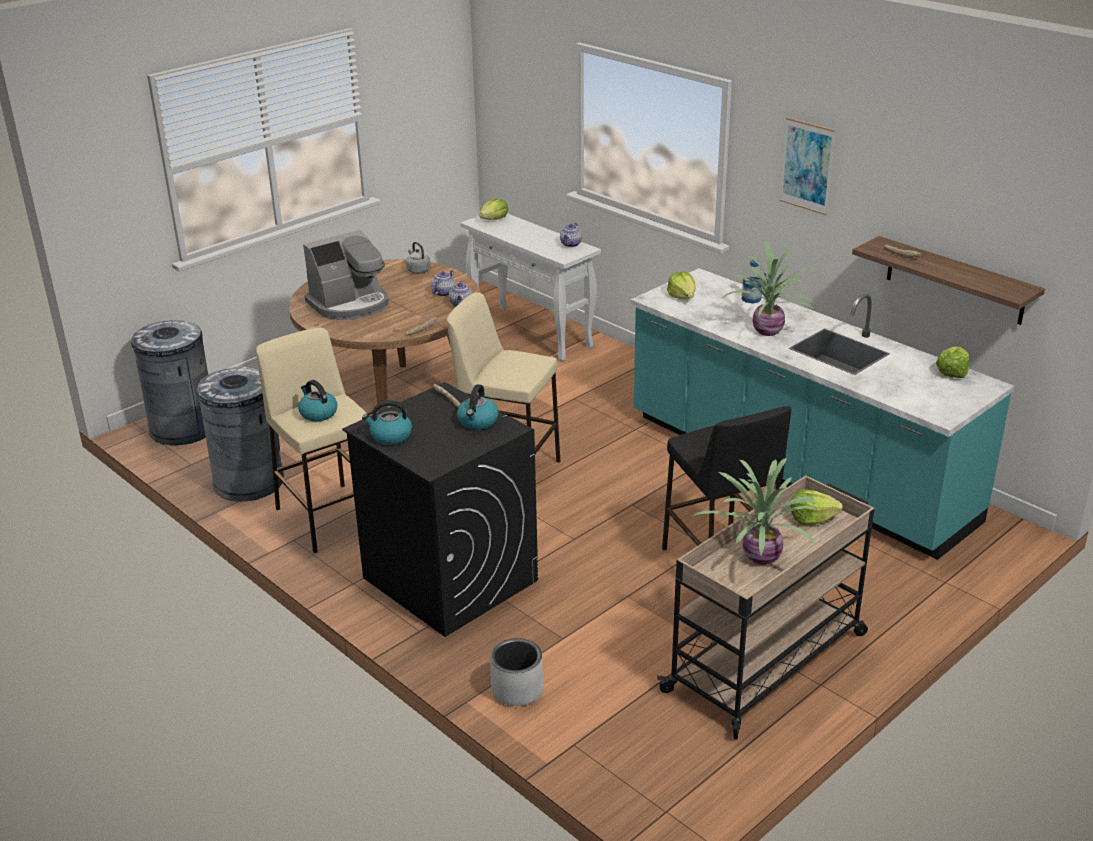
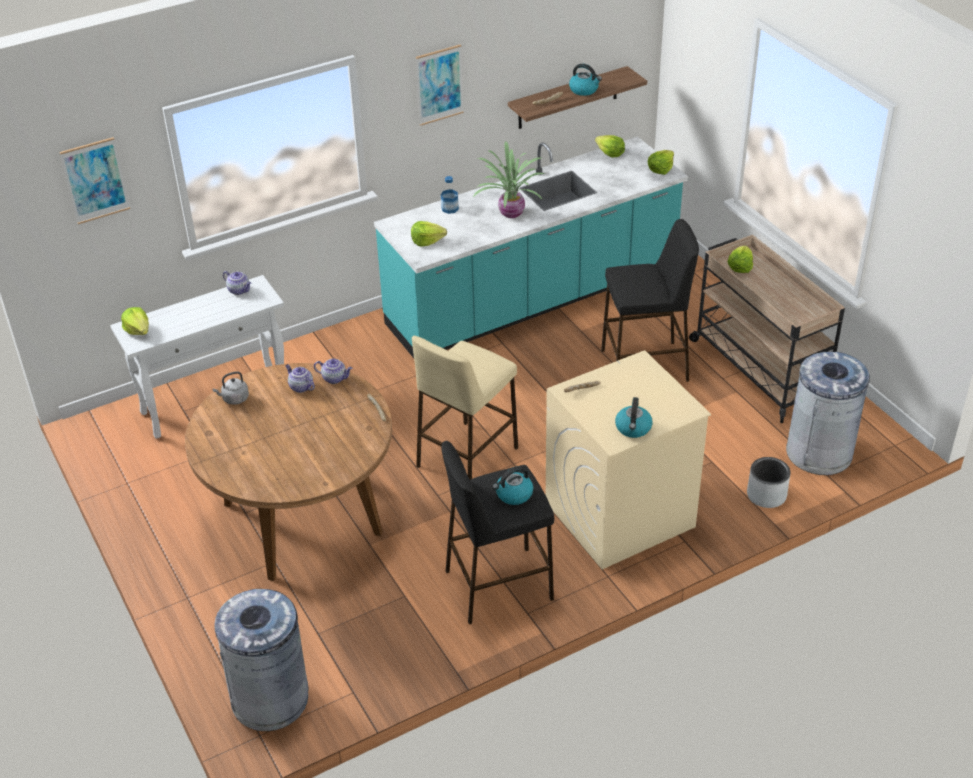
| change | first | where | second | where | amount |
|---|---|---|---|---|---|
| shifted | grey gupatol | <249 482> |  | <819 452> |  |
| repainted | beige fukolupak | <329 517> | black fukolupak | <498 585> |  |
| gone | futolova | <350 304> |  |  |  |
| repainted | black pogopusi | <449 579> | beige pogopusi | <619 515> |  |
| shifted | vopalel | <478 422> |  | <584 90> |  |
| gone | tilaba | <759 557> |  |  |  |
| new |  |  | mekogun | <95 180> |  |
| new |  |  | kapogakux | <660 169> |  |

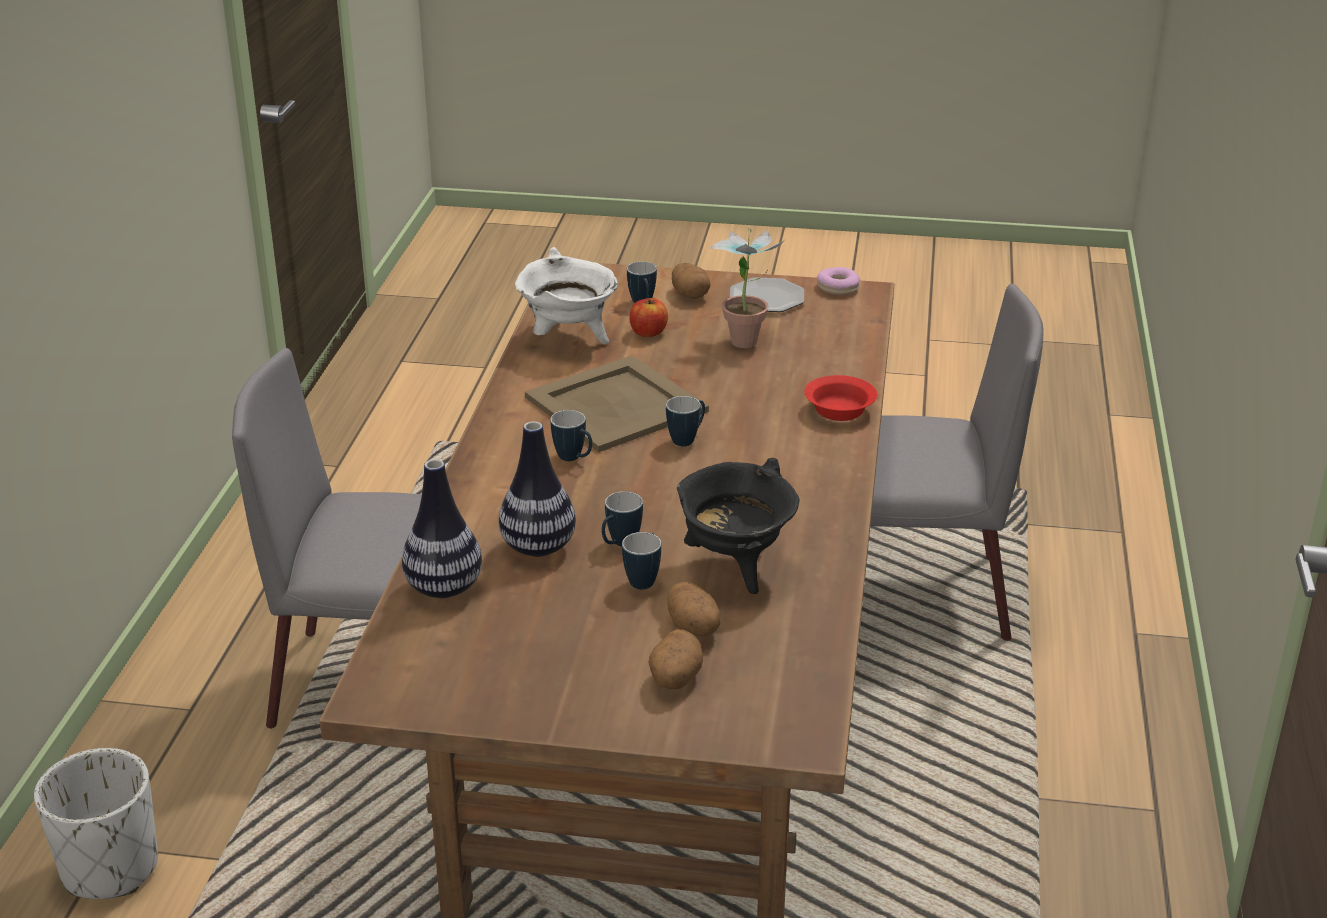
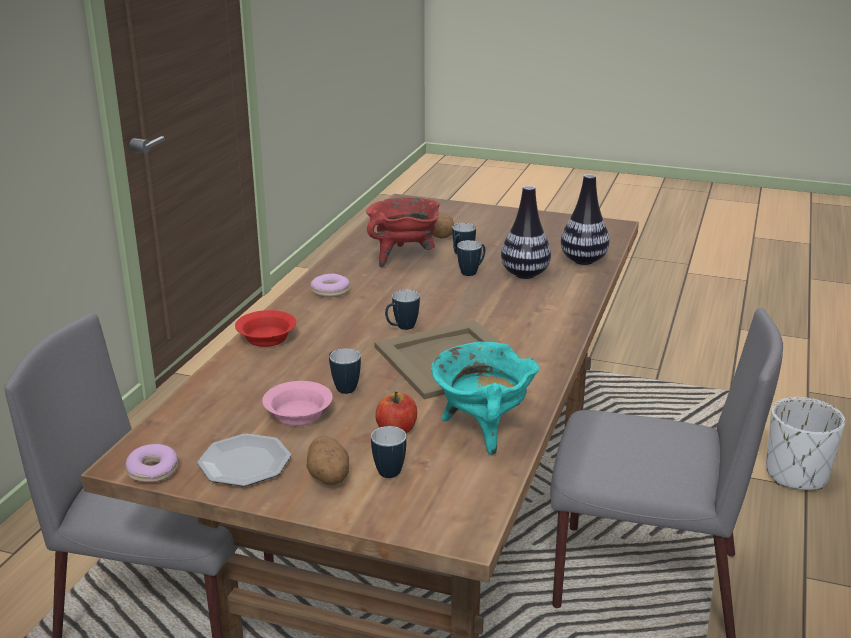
| change | first | where | second | where | amount |
|---|---|---|---|---|---|
| repainted | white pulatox | <569 339> | turquoise pulatox | <482 430> |  |
| shifted | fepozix | <574 459> |  | <342 387> |  |
| gone | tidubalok | <674 679> |  |  |  |
| repainted | black pulatox | <735 567> | red pulatox | <404 257> |  |
| swapped | tilaba | <745 337> | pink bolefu | <300 415> |  |
| new |  |  | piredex | <330 291> |  |

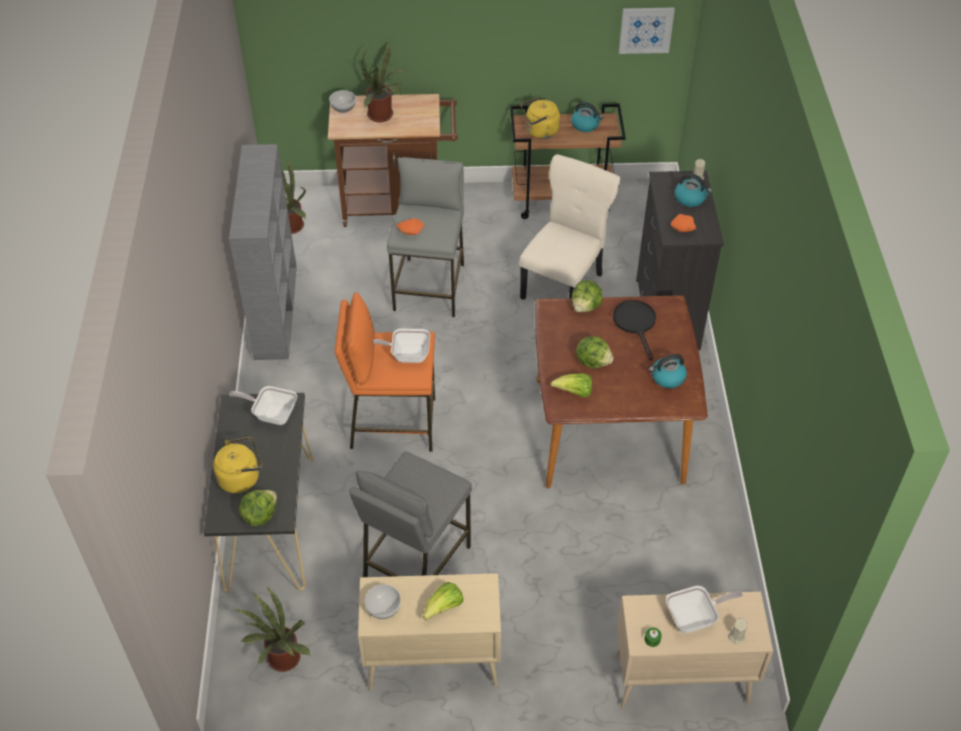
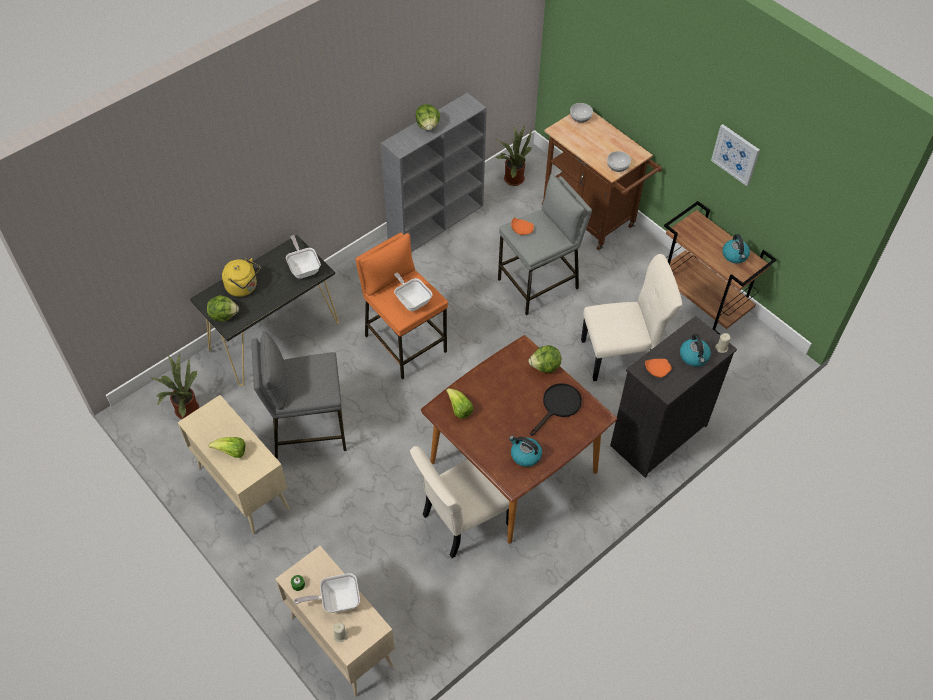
| change | first | where | second | where | amount |
|---|---|---|---|---|---|
| gone | tilaba | <383 116> |  |  |  |
| shifted | bolefu | <384 608> |  | <618 167> |  |
| gone | yellow vopalel | <540 132> |  |  |  |
| shifted | kapogakux | <593 361> |  | <428 126> |  |
| shifted | mekogun | <646 29> |  | <736 154> |  |
| rotated | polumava | <695 618> |  | <336 600> | 135 degrees clockwise |
| new |  |  | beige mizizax | <463 521> |  |

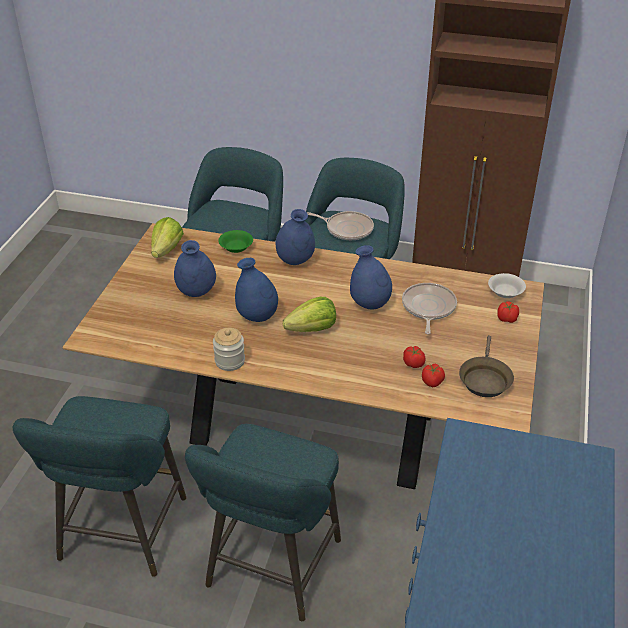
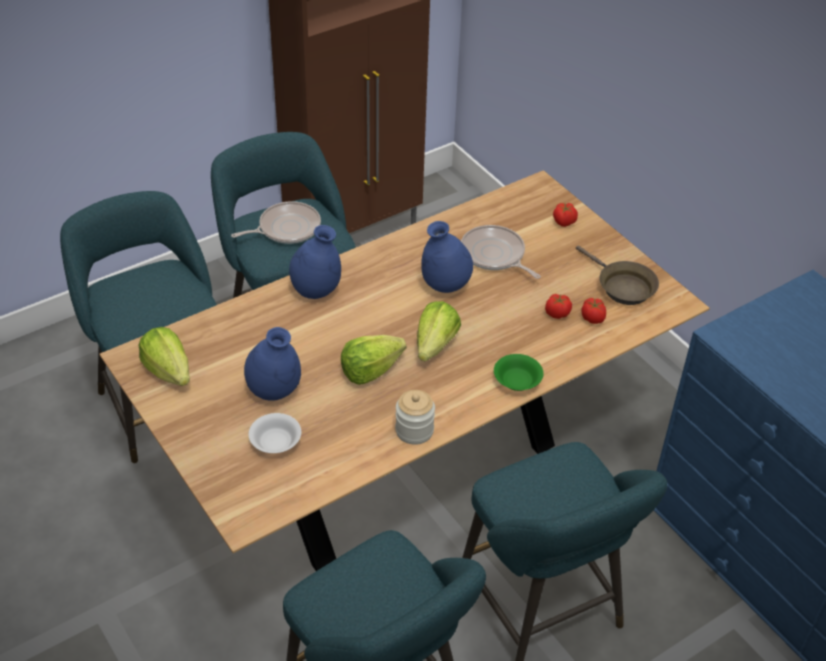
| change | first | where | second | where | amount |
|---|---|---|---|---|---|
| shifted | green bolefu | <235 247> |  | <516 381> |  |
| swapped | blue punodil | <257 316> | kapogakux | <370 370> |  |
| shifted | white bolefu | <505 293> |  | <276 442> |  |

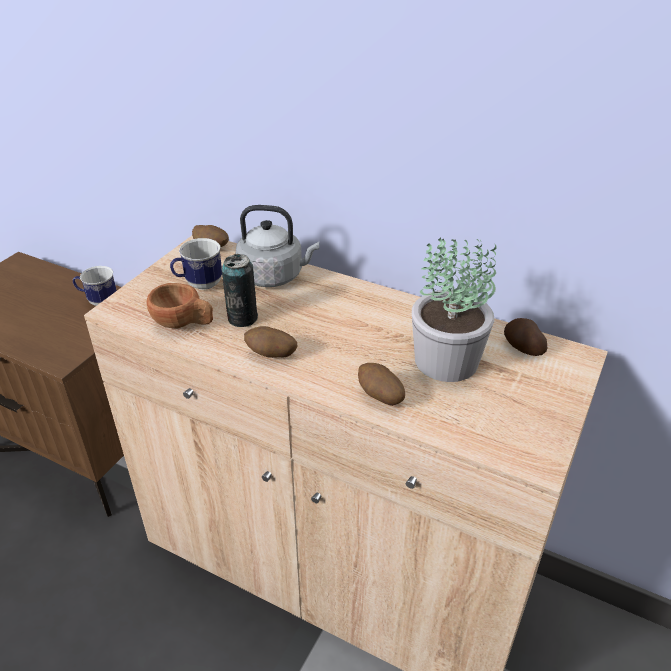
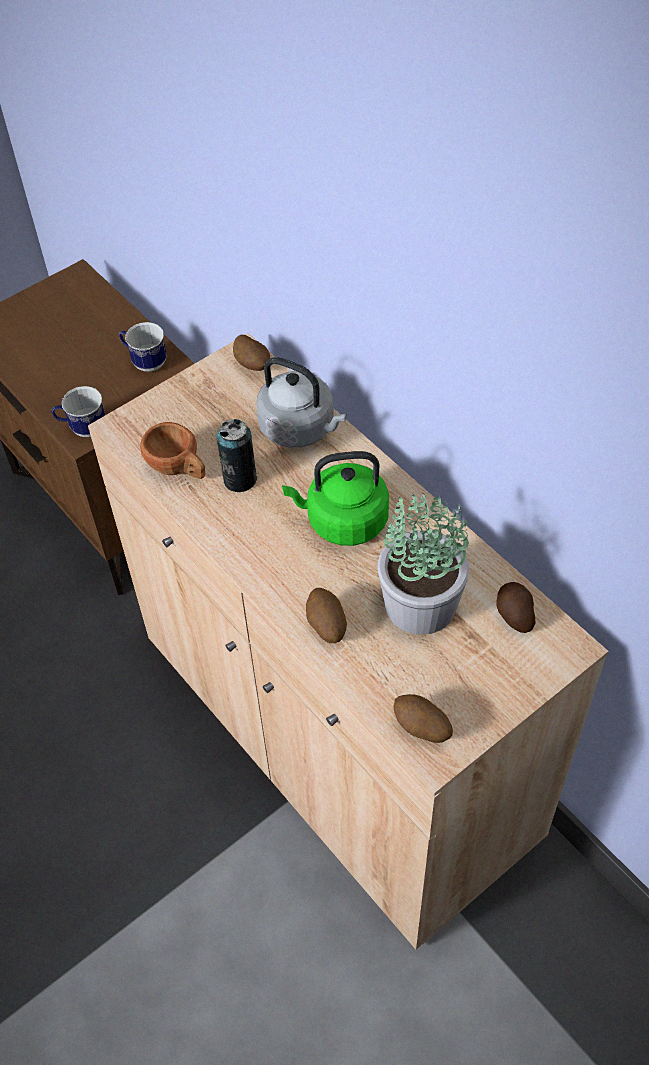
| change | first | where | second | where | amount |
|---|---|---|---|---|---|
| shifted | fepozix | <199 285> |  | <83 429> |  |
| shifted | tidubalok | <271 355> |  | <421 728> |  |
| new |  |  | green vopalel | <343 521> |  |

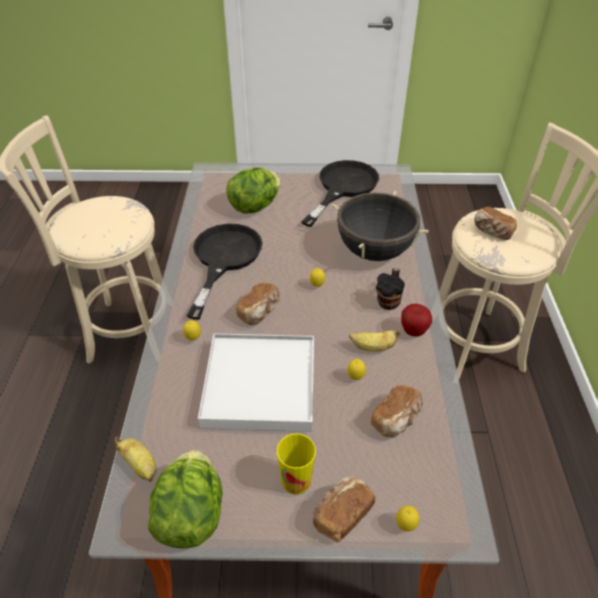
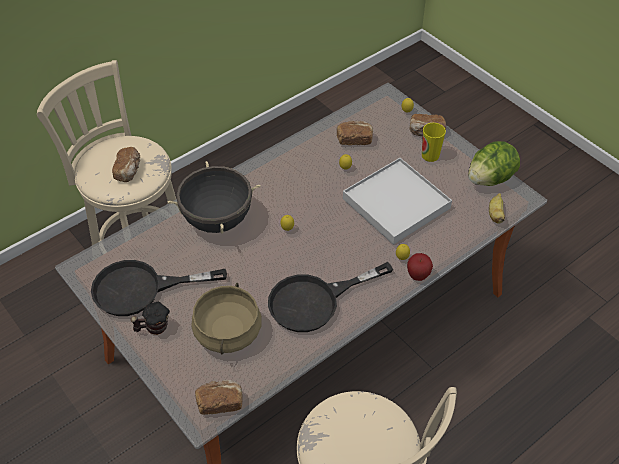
| change | first | where | second | where | amount |
|---|---|---|---|---|---|
| swapped | kapogakux | <254 206> | beige pulatox | <228 332> |  |
| shifted | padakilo | <260 312> |  | <220 402> |  |
| gone | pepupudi | <373 347> |  |  |  |
| shifted | fepozix | <389 300> |  | <153 328> |  |
| shifted | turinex | <413 331> |  | <418 276> |  |

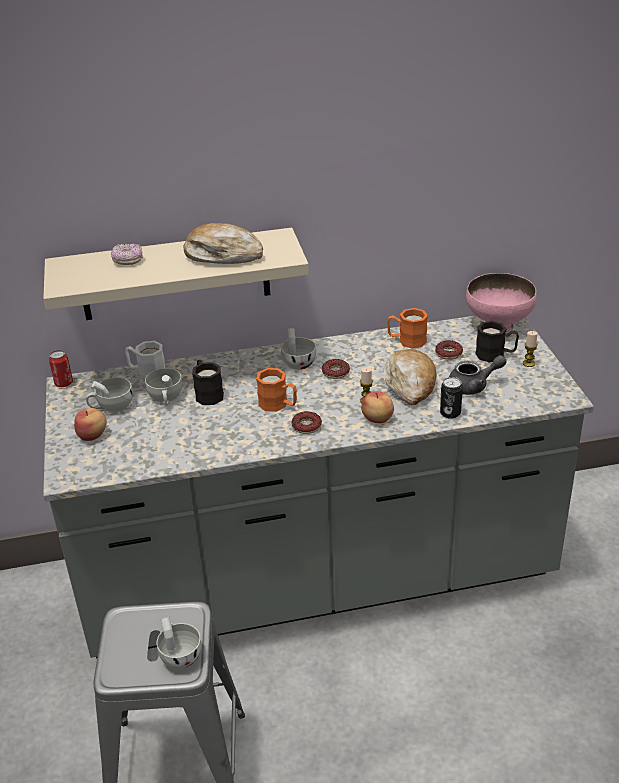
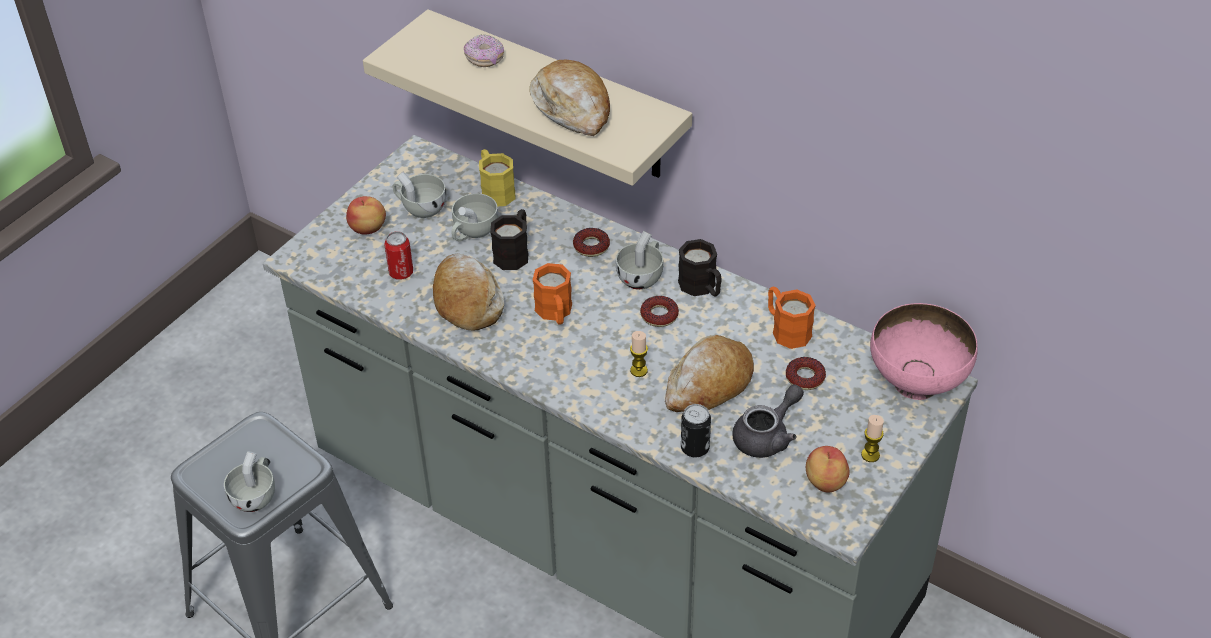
| change | first | where | second | where | amount |
|---|---|---|---|---|---|
| shifted | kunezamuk | <64 383> |  | <401 273> |  |
| repainted | white fepozix | <147 373> | yellow fepozix | <495 190> |  |
| shifted | piredex | <306 426> |  | <591 246> |  |
| shifted | turinex | <377 419> |  | <824 482> |  |
| rotated | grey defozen | <473 386> |  | <767 436> | 75 degrees counterclockwise |
| shifted | black fepozix | <496 355> |  | <702 288> |  |
| new |  |  | padakilo | <467 300> |  |

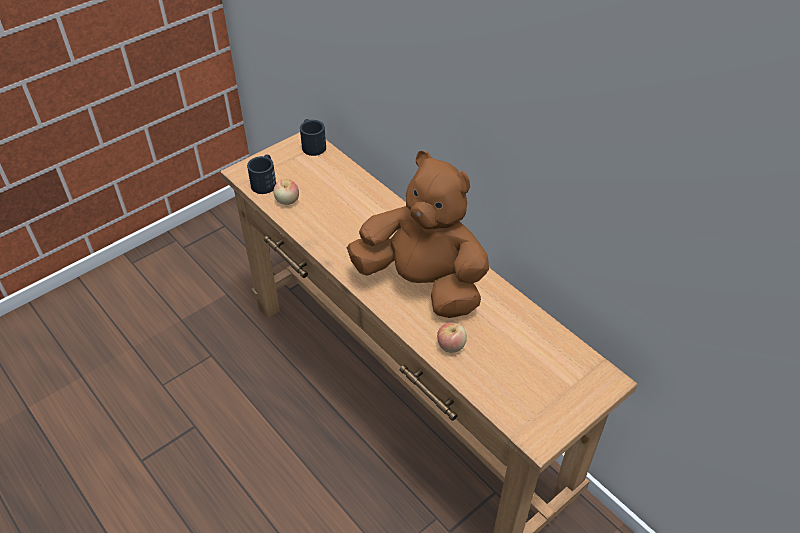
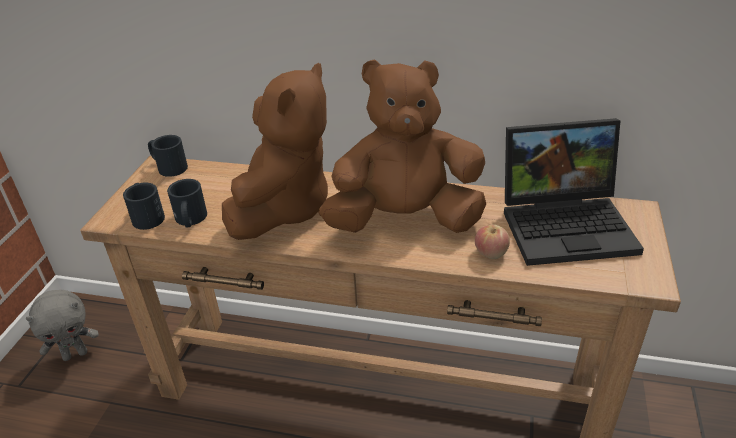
| change | first | where | second | where | amount |
|---|---|---|---|---|---|
| swapped | turinex | <287 201> | black fepozix | <190 220> |  |
| new |  |  | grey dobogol | <75 354> |  |
| new |  |  | brown dobogol | <284 209> |  |
| new |  |  | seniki | <568 224> |  |

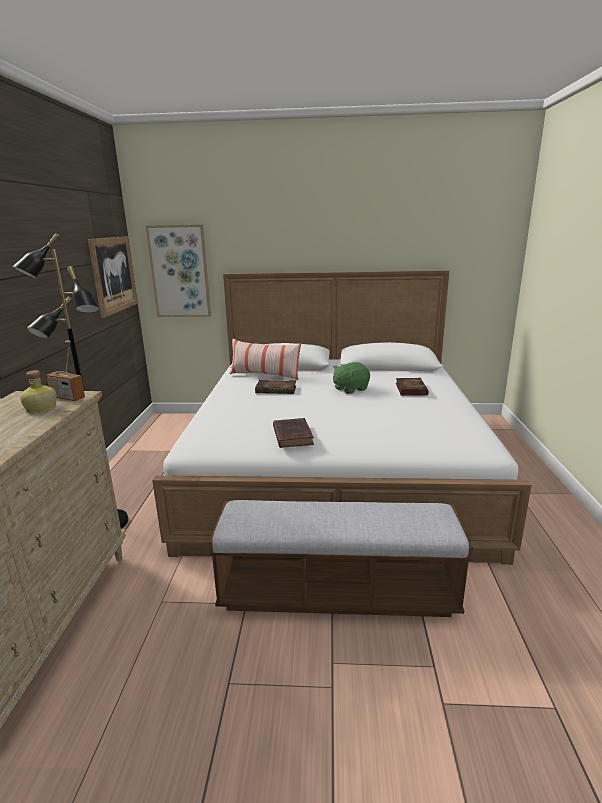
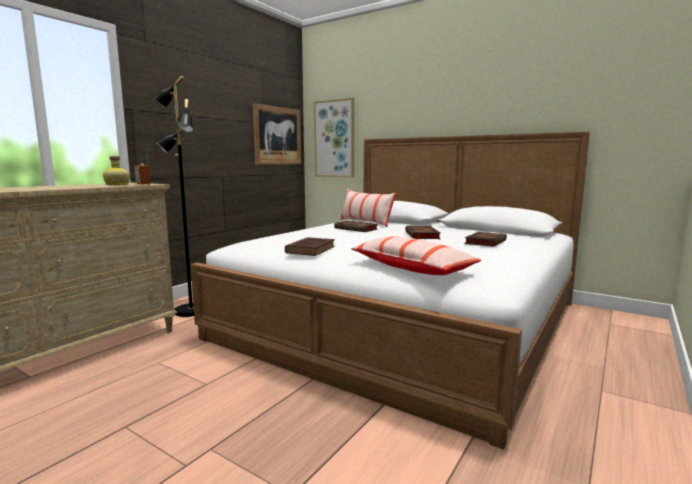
| change | first | where | second | where | amount |
|---|---|---|---|---|---|
| gone | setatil | <337 592> |  |  |  |
| swapped | green dobogol | <350 389> | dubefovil | <422 235> |  |
| new |  |  | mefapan | <412 268> |  |

